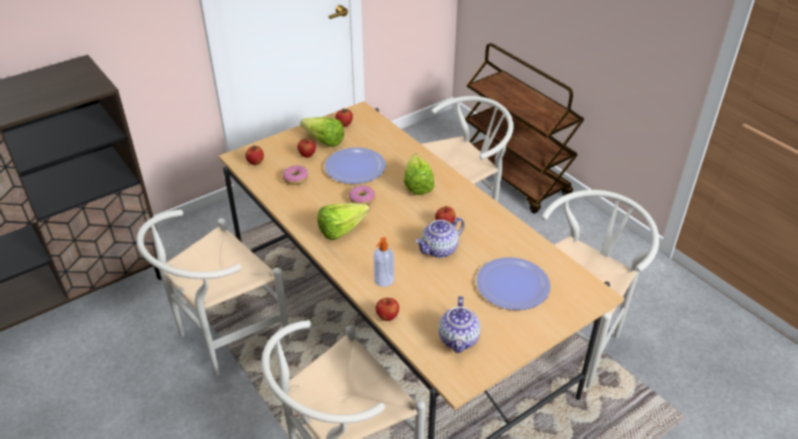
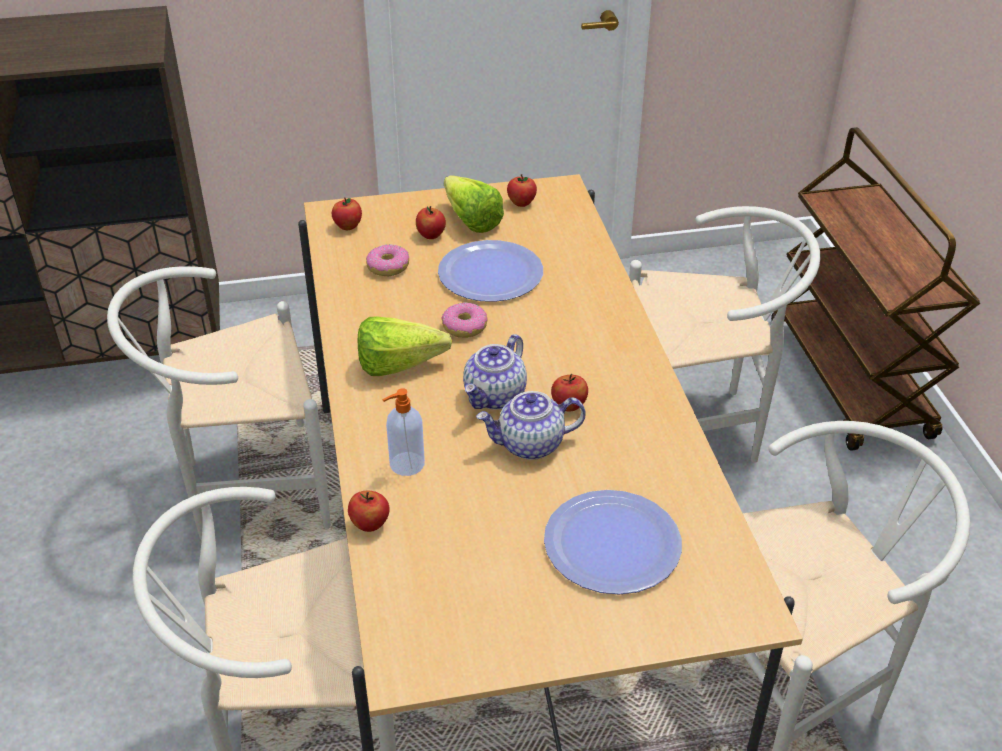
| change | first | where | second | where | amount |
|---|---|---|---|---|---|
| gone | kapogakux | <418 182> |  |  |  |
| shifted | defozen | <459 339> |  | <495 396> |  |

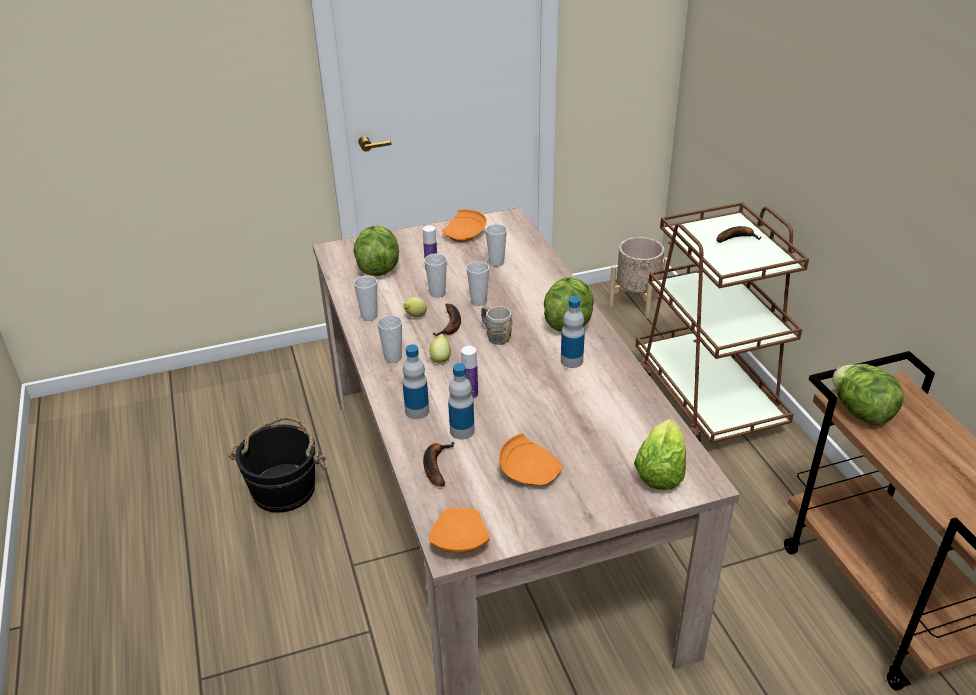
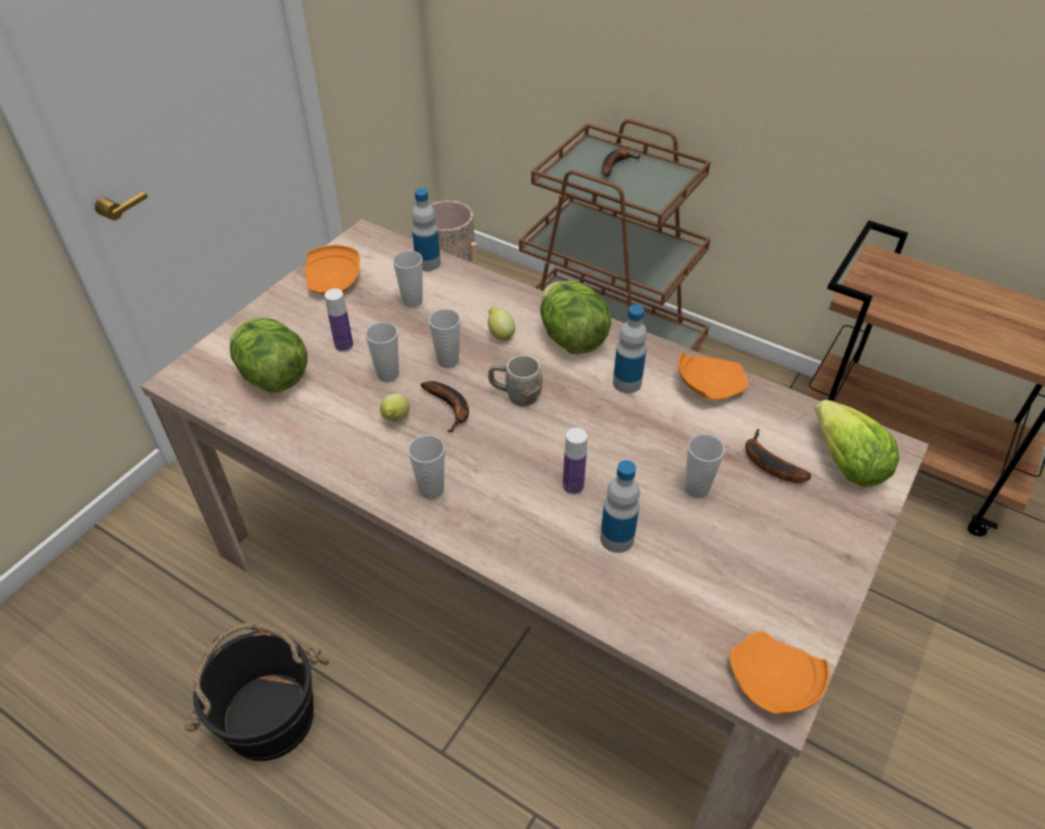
| change | first | where | second | where | amount |
|---|---|---|---|---|---|
| shifted | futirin | <369 316> |  | <696 489> |  |
| shifted | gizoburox | <417 411> |  | <428 263> |  |
| shifted | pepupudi | <435 465> |  | <767 463> |  |
| shifted | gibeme | <441 358> |  | <500 334> |  |
| shifted | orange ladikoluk | <529 471> |  | <708 386> |  |
| gone | kapogakux | <861 412> |  |  |  |

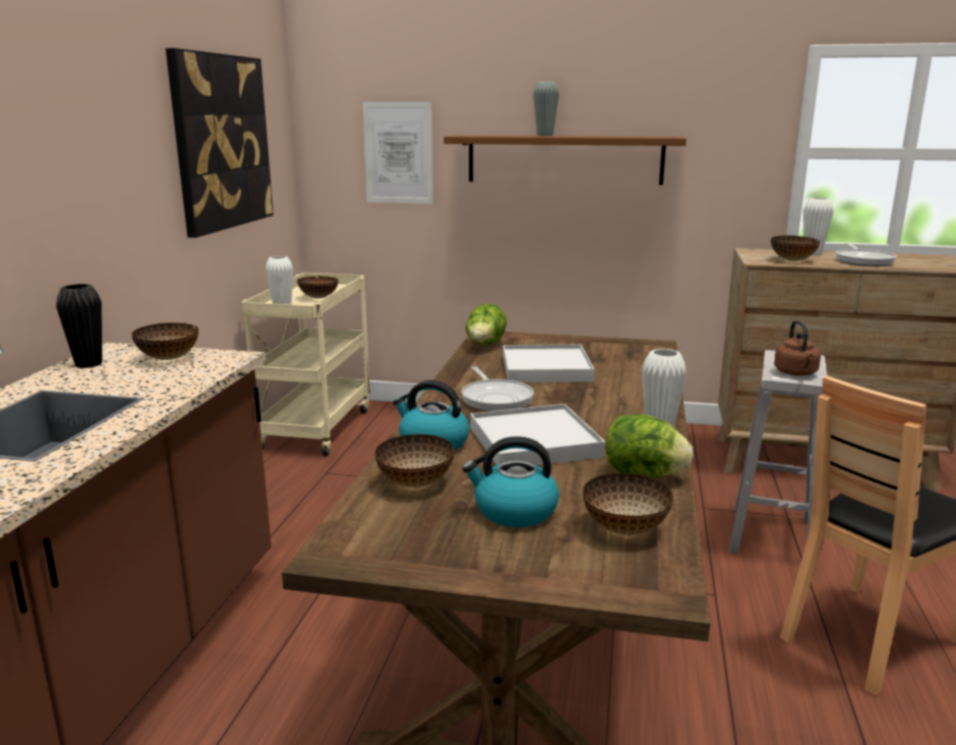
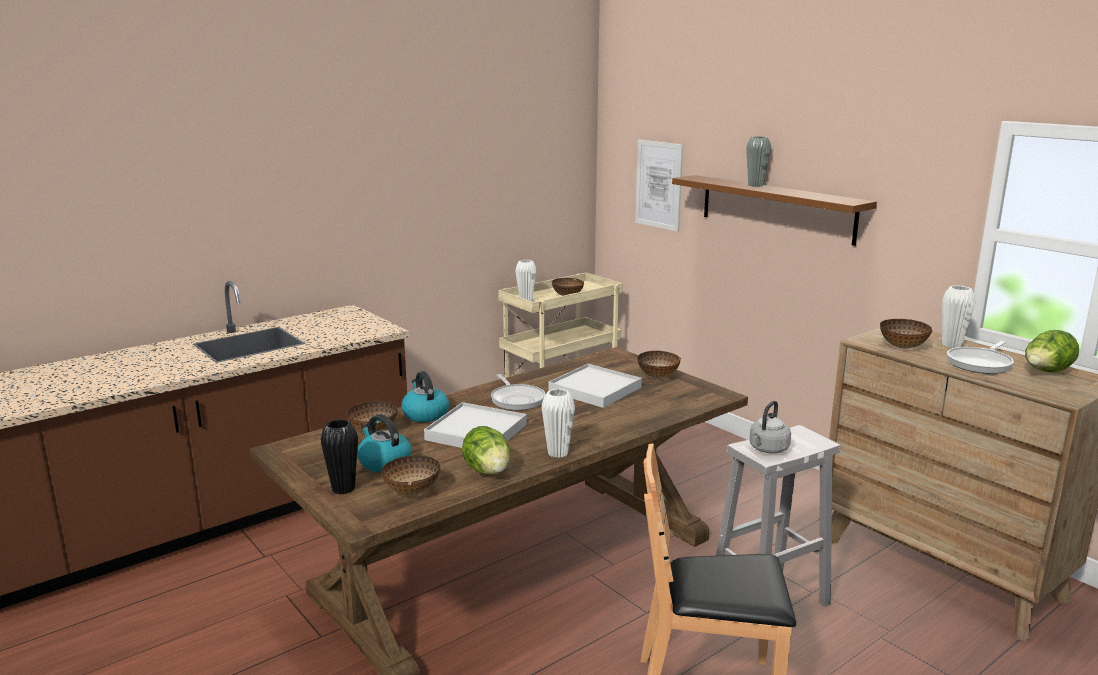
| change | first | where | second | where | amount |
|---|---|---|---|---|---|
| shifted | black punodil | <89 364> |  | <343 489> |  |
| shifted | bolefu | <168 359> |  | <657 376> |  |
| gone | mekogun | <221 142> |  |  |  |
| rotated | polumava | <496 398> |  | <516 399> | 45 degrees counterclockwise |
| shifted | kapogakux | <485 345> |  | <1046 373> |  |
| repainted | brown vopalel | <796 373> | grey vopalel | <767 449> |  |

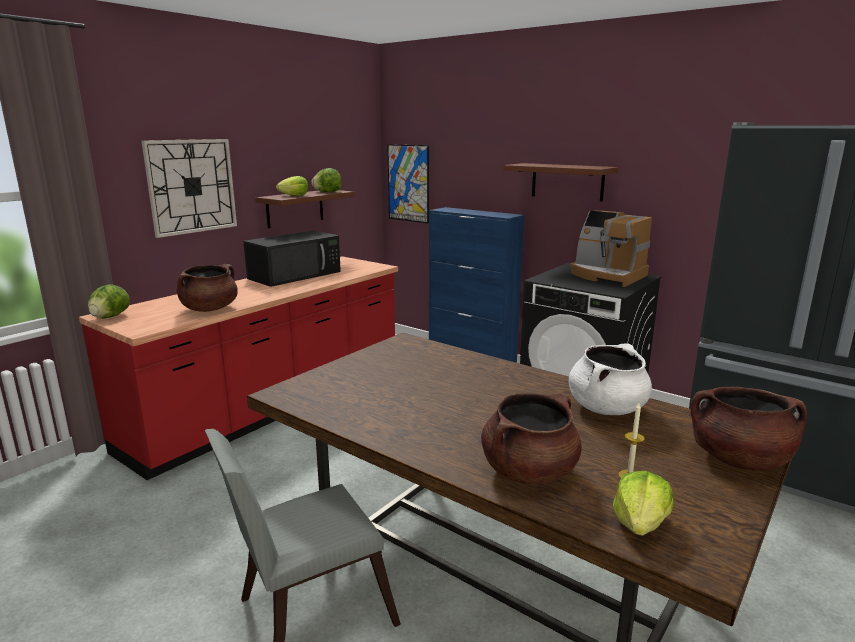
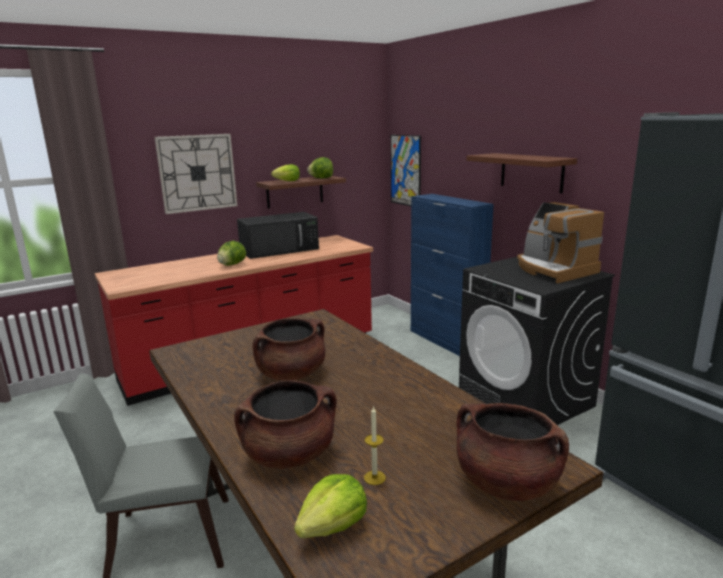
| change | first | where | second | where | amount |
|---|---|---|---|---|---|
| shifted | kapogakux | <110 317> |  | <232 265> |  |
| shifted | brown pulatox | <210 309> |  | <291 374> |  |
| gone | white pulatox | <606 408> |  |  |  |

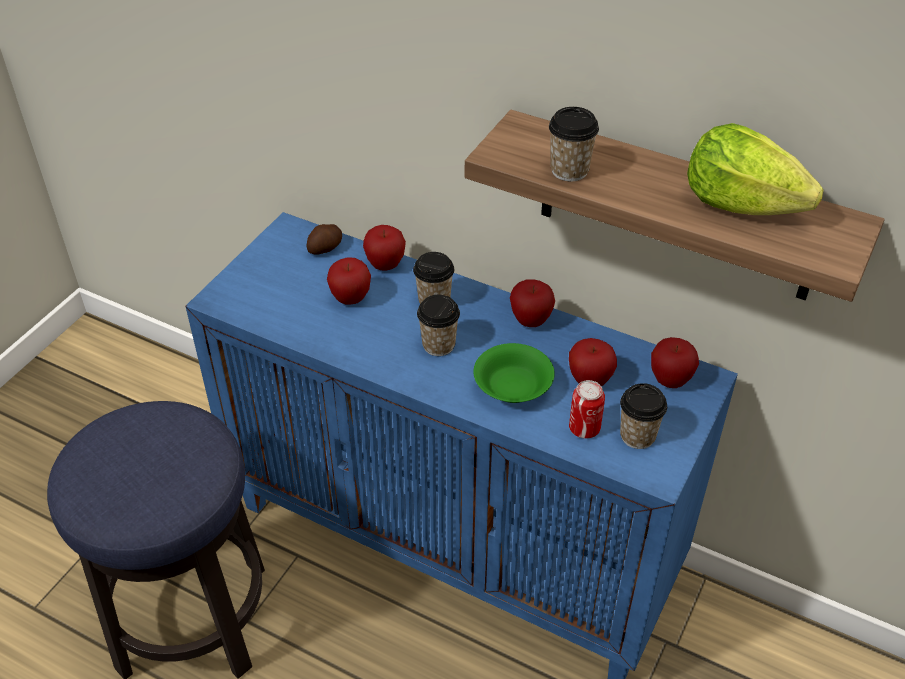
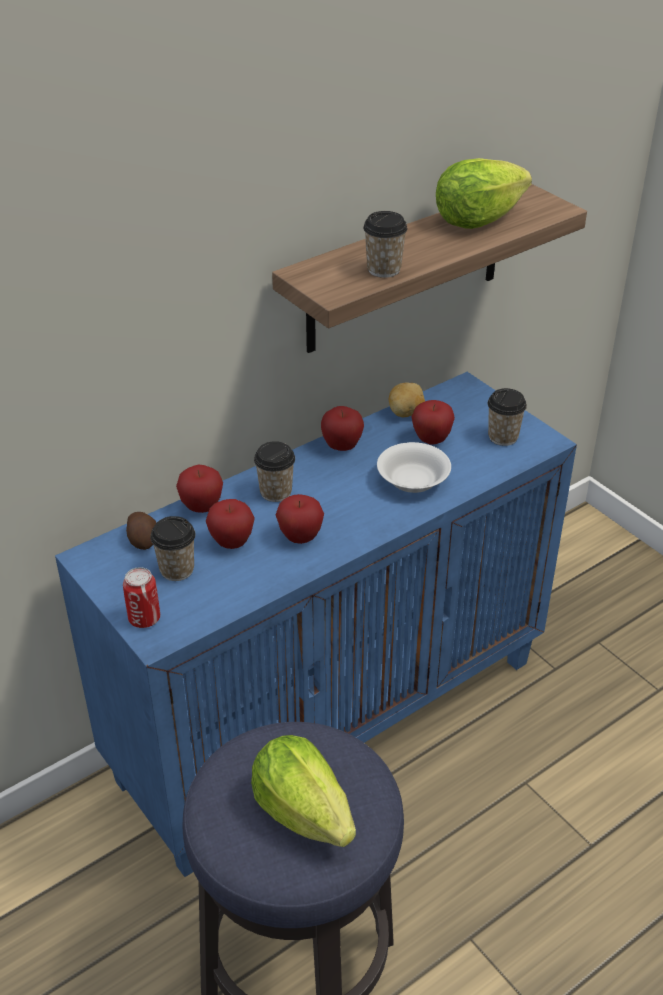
| change | first | where | second | where | amount |
|---|---|---|---|---|---|
| shifted | futirin | <438 345> |  | <177 569> |  |
| repainted | green bolefu | <513 388> | white bolefu | <414 481> |  |
| shifted | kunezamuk | <584 428> |  | <144 618> |  |
| shifted | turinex | <670 380> |  | <300 537> |  |
| new |  |  | kapogakux | <303 811> |  |
| new |  |  | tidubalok | <406 413> |  |

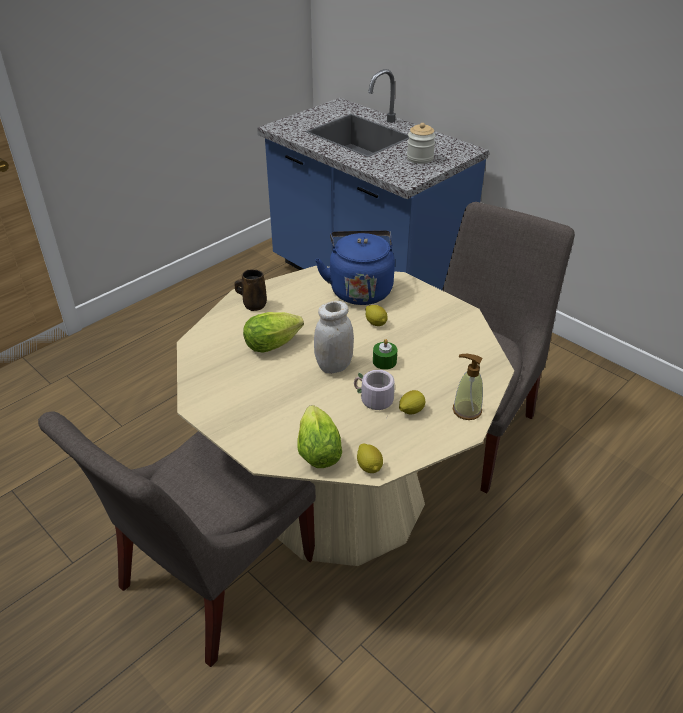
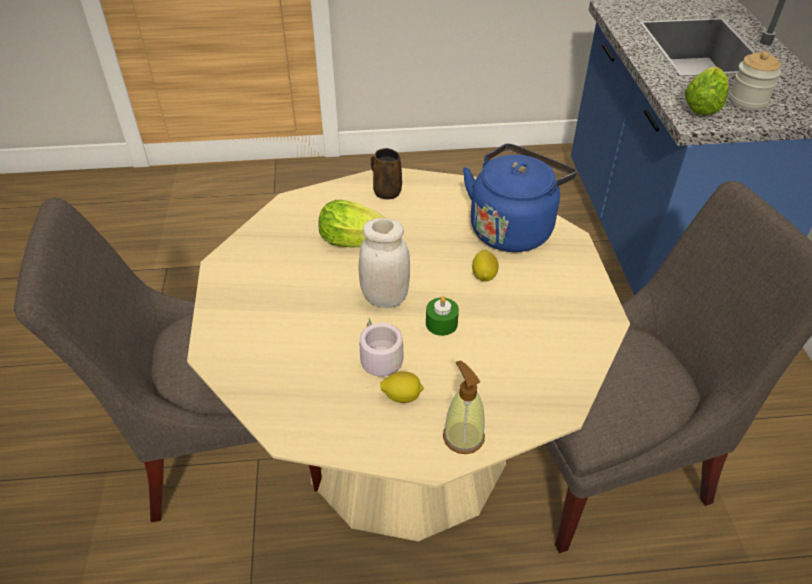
| change | first | where | second | where | amount |
|---|---|---|---|---|---|
| shifted | kapogakux | <317 449> |  | <703 105> |  |
| gone | gibeme | <369 466> |  |  |  |

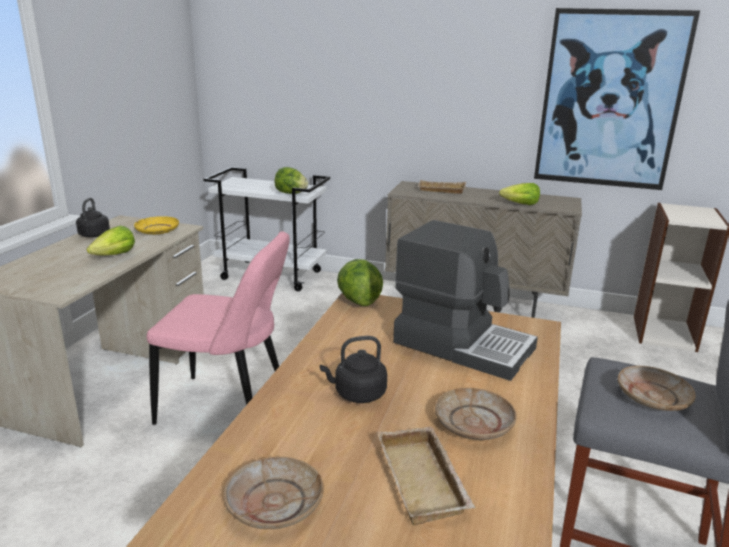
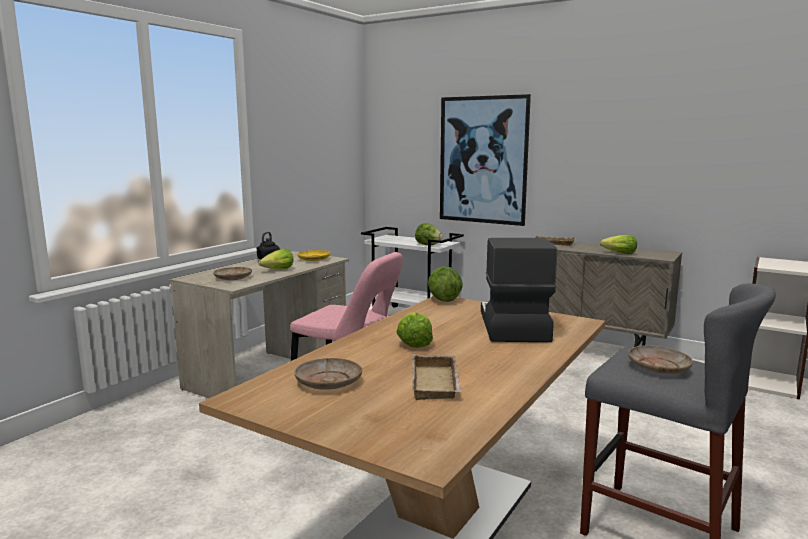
| change | first | where | second | where | amount |
|---|---|---|---|---|---|
| swapped | black vopalel | <357 394> | kapogakux | <414 343> |  |
| rotated | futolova | <463 344> |  | <512 326> | 135 degrees counterclockwise |
| shifted | beige ladikoluk | <473 423> |  | <233 278> |  |
| shifted | mekogun | <610 100> |  | <483 160> |  |

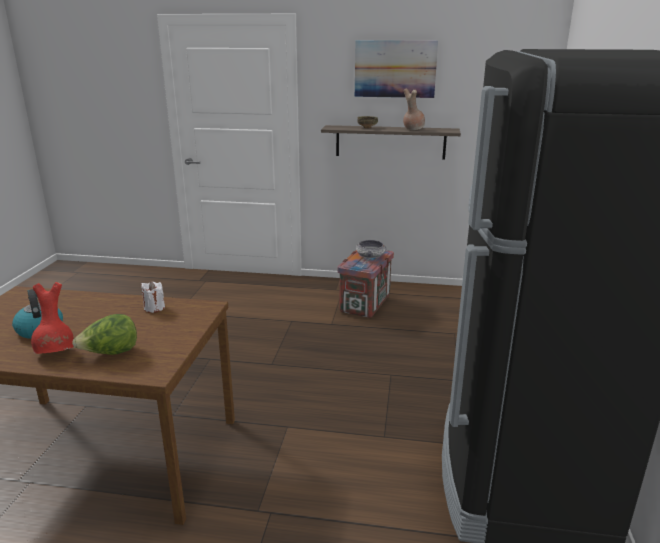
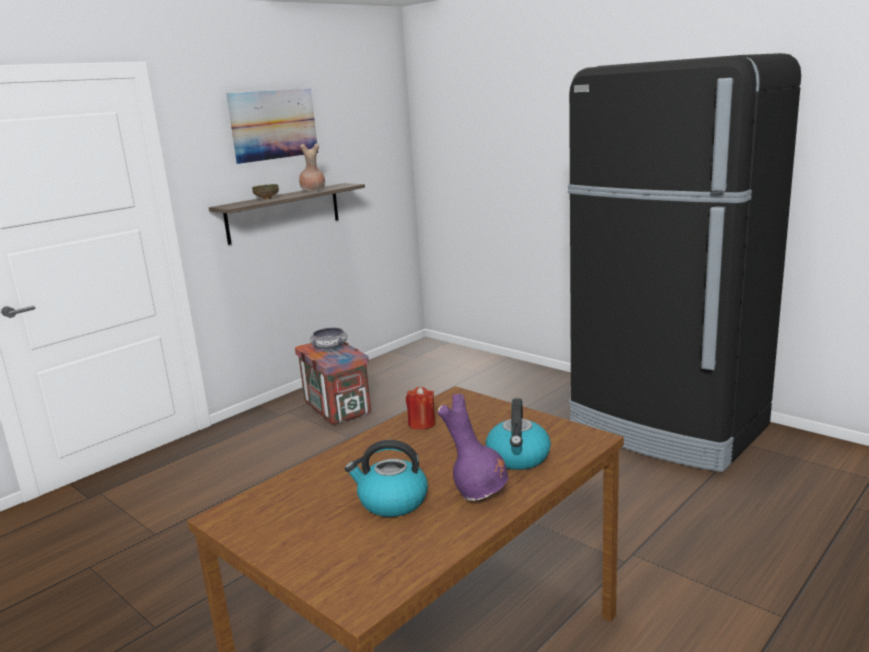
| change | first | where | second | where | amount |
|---|---|---|---|---|---|
| repainted | red punodil | <56 352> | purple punodil | <479 492> |  |
| swapped | kapogakux | <111 353> | vopalel | <518 458> |  |
| repainted | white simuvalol | <154 308> | red simuvalol | <422 424> |  |

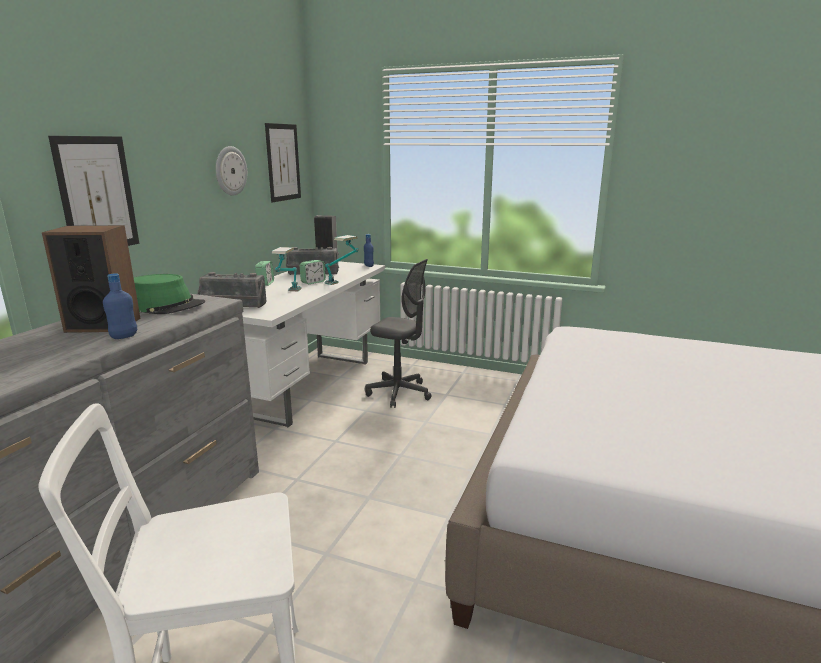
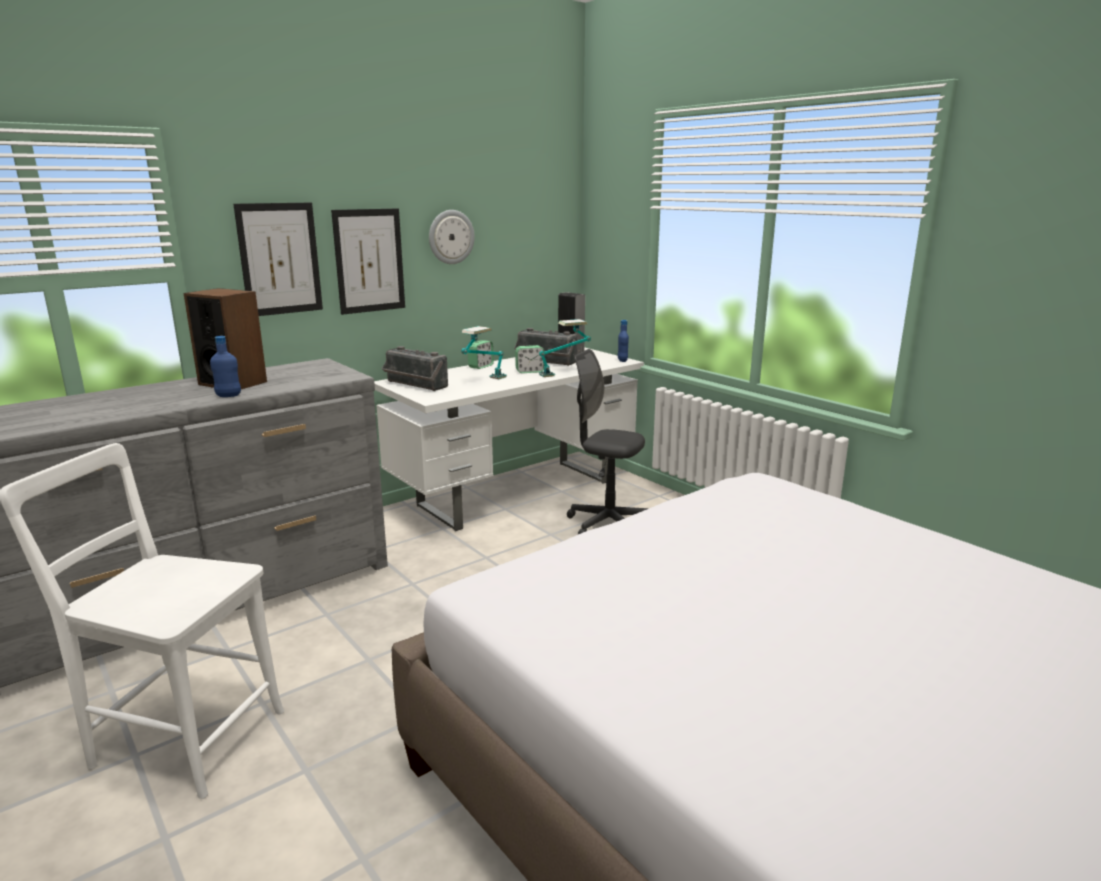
| change | first | where | second | where | amount |
|---|---|---|---|---|---|
| gone | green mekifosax | <166 306> |  |  |  |
| shifted | mekogun | <283 162> |  | <369 261> |  |
| rotated | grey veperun | <399 393> |  | <607 524> | 150 degrees clockwise |

